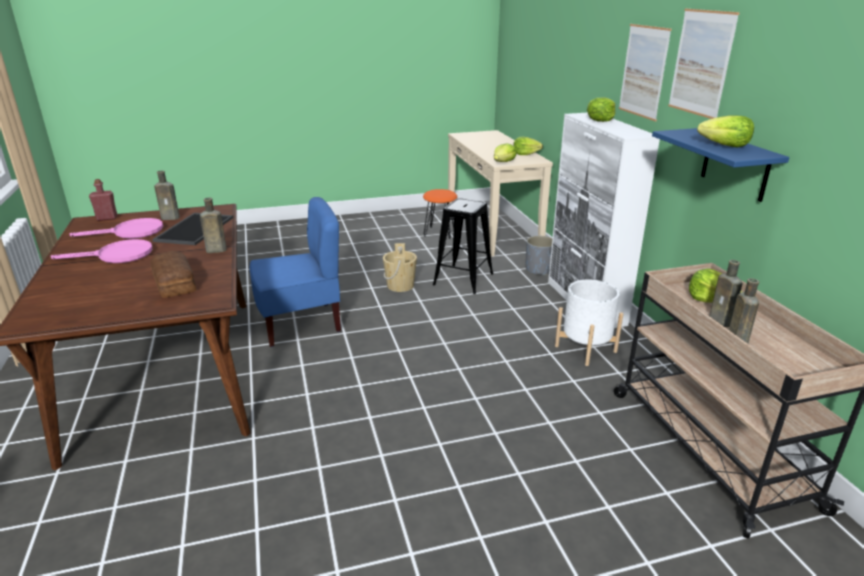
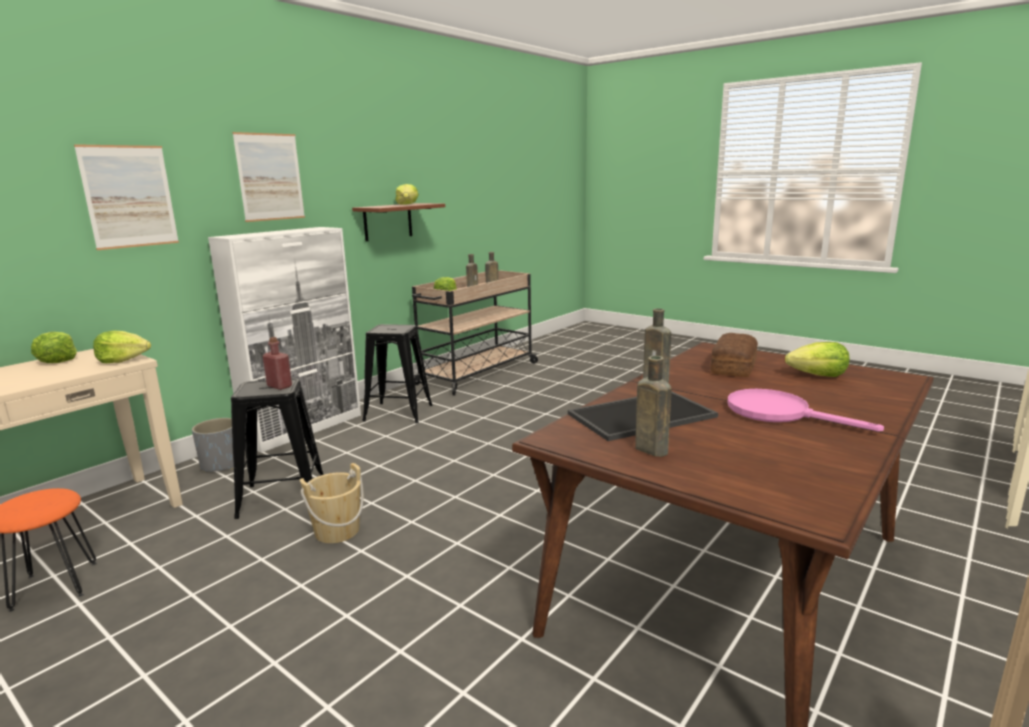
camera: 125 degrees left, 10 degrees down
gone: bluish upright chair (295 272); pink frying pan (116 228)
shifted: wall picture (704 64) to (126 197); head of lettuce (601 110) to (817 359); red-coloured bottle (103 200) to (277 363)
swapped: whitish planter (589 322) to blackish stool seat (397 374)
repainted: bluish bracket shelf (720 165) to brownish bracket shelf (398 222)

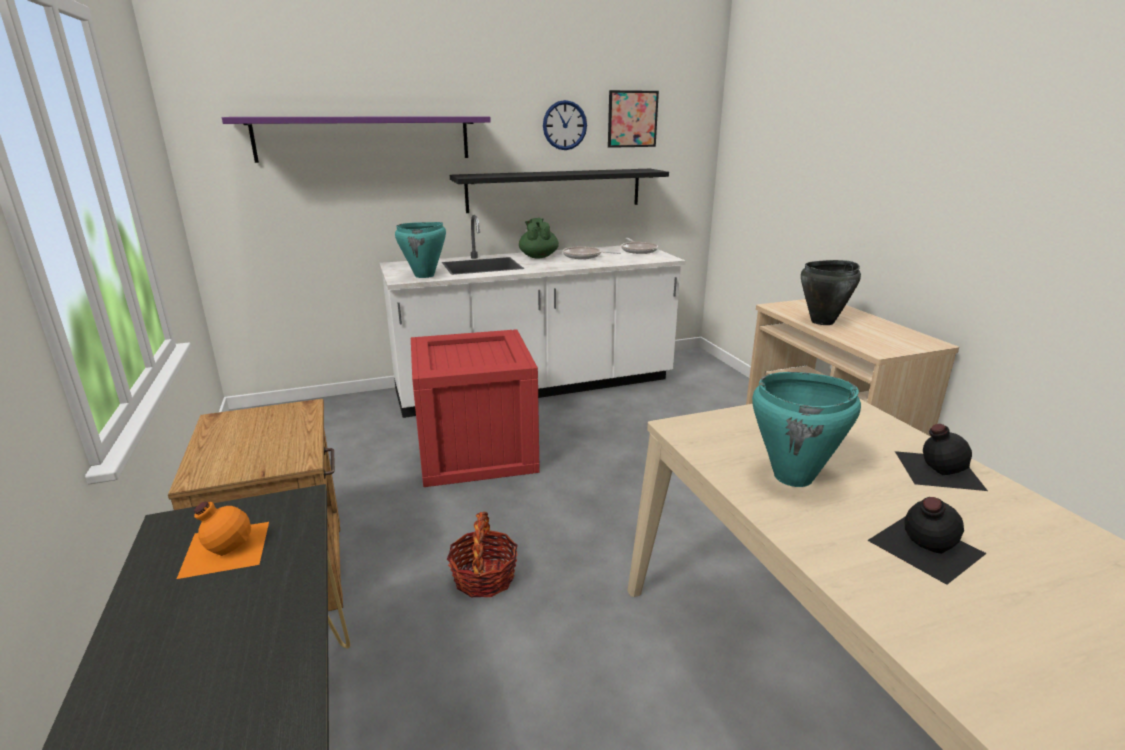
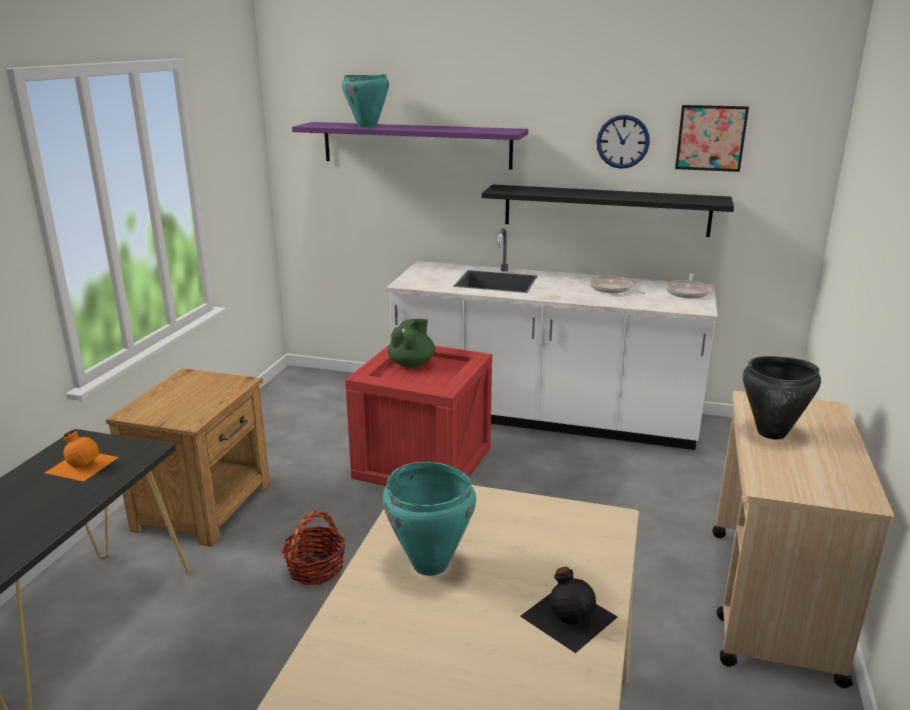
camera: 35 degrees right, 0 degrees up
gone: blackish bottle (927 541)
shifted: greenish teapot (539 238) to (411 343); turquoise-coloured stockpot (420 250) to (365 101)

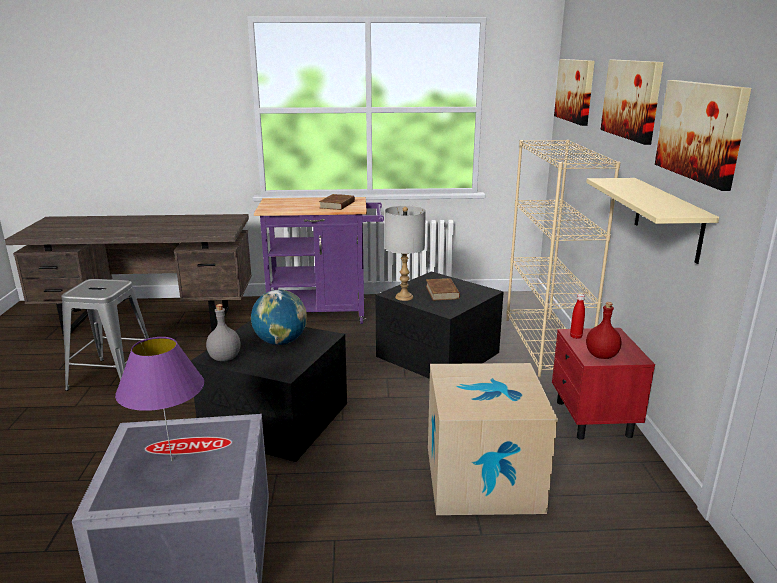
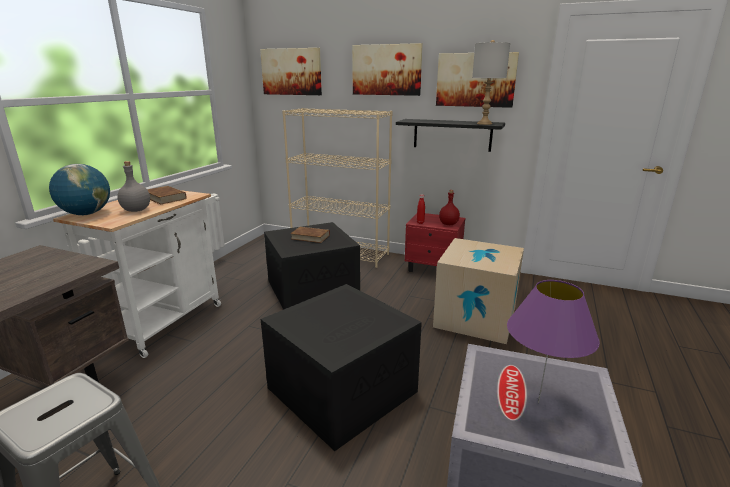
camera: 65 degrees left, 0 degrees up
shifted: grey lamp for a table (405 253) to (491 82); desk globe (279 317) to (79 189); grey bottle (223 332) to (133 186)
repainted: beige-coloured bracket shelf (652 221) to blackish bracket shelf (450 135); purple-coloured trolley (319 260) to whitish trolley (137 274)

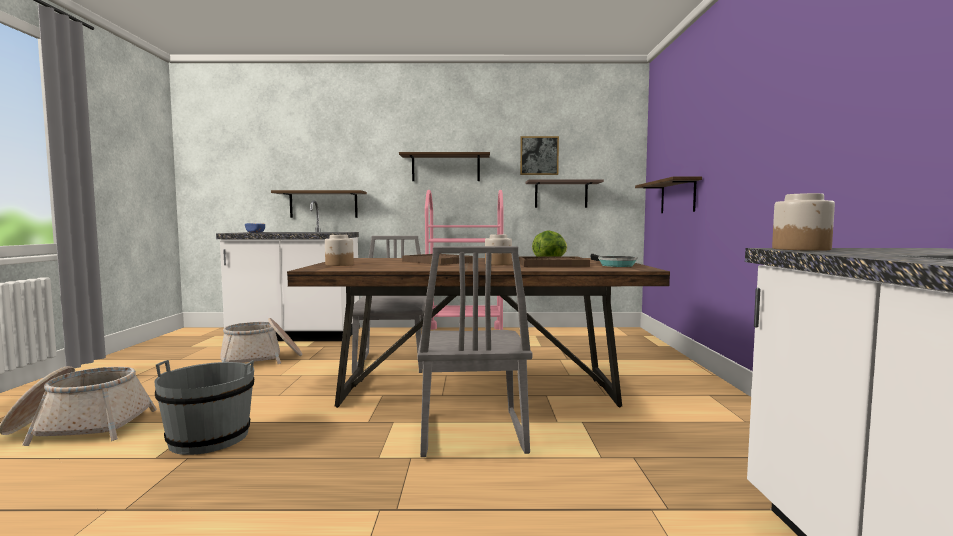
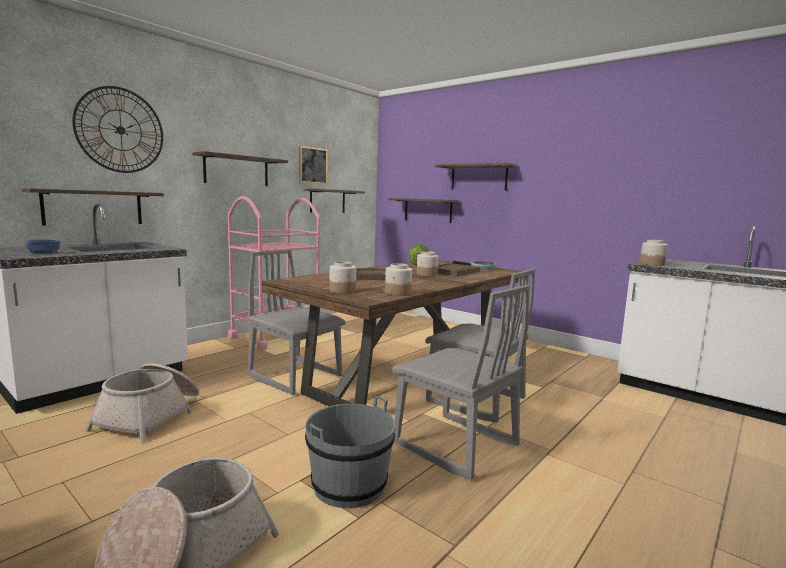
camera: 50 degrees left, 5 degrees up
new: hanging clock (117 129); bracket shelf (476 176); storage jar (398 279); grey upright chair (461 382)

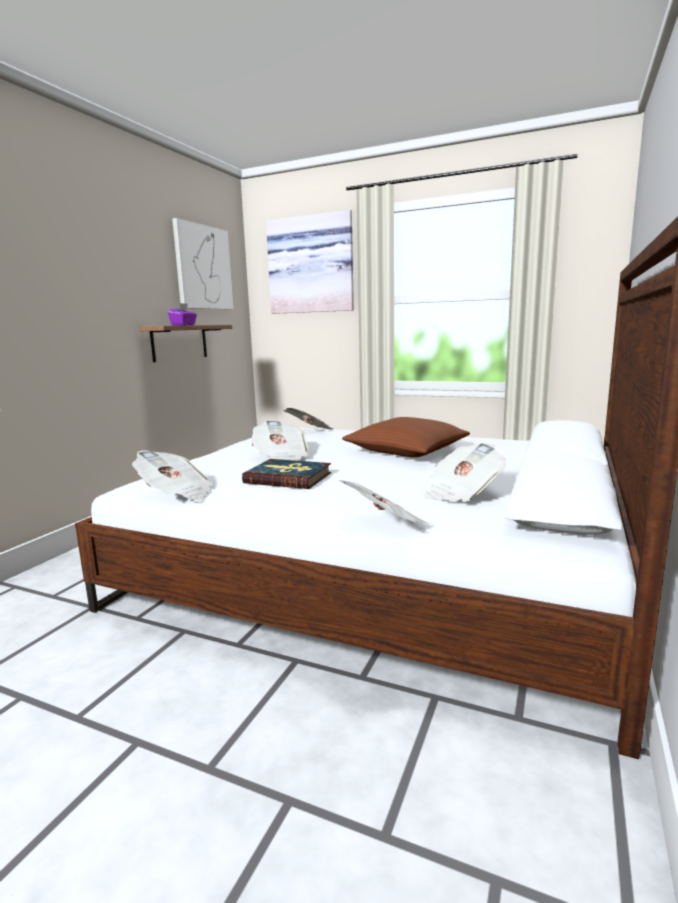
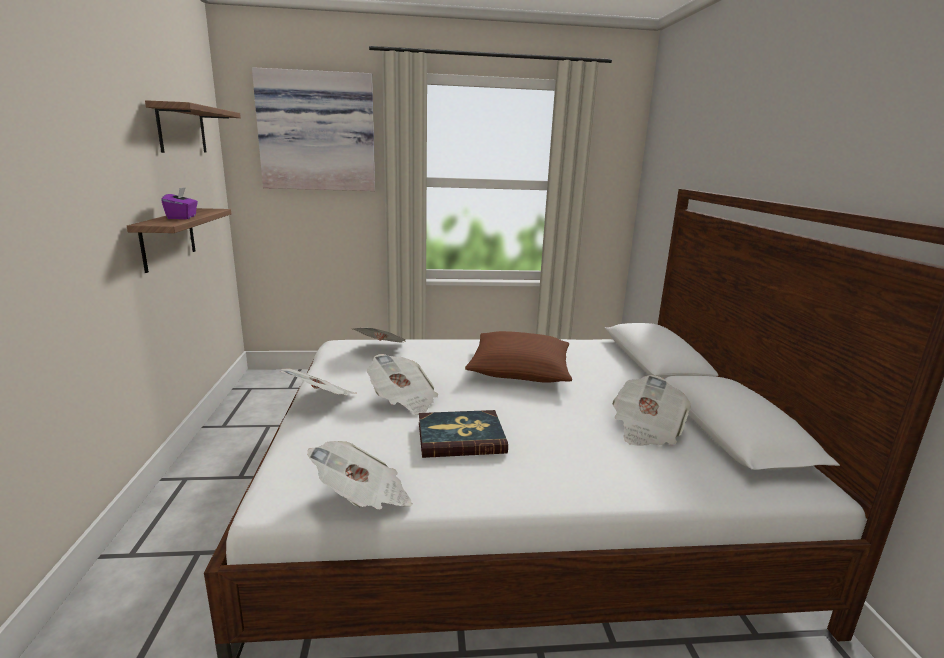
camera: 30 degrees left, 5 degrees up
shifted: daily paper (385 502) to (318 382)
swapped: wall picture (203 263) to bracket shelf (193 126)

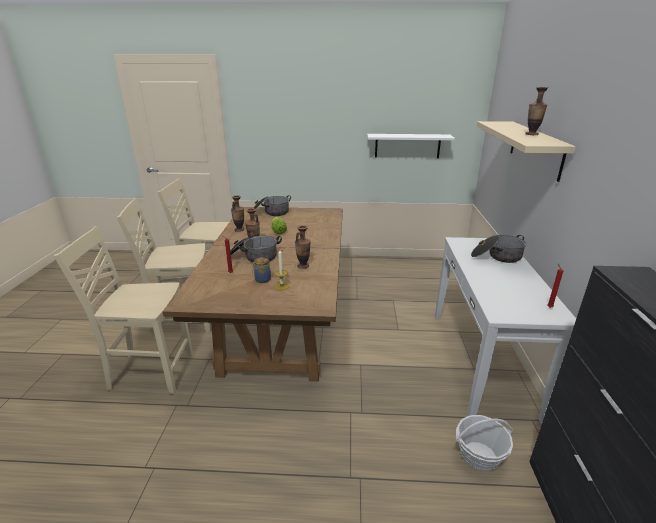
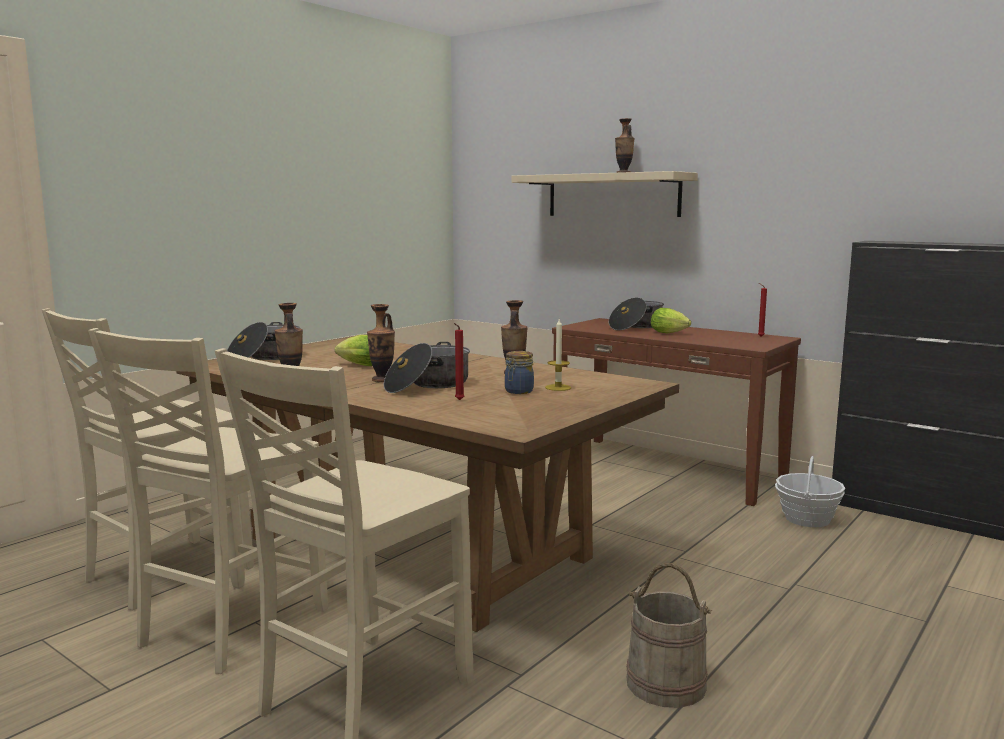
camera: 55 degrees left, 15 degrees down
gone: whitish bracket shelf (411 146)
new: head of lettuce (671 320); beige-coloured pail (669 635)
repainted: whitish hall table (505 330) to brownish hall table (676 412)

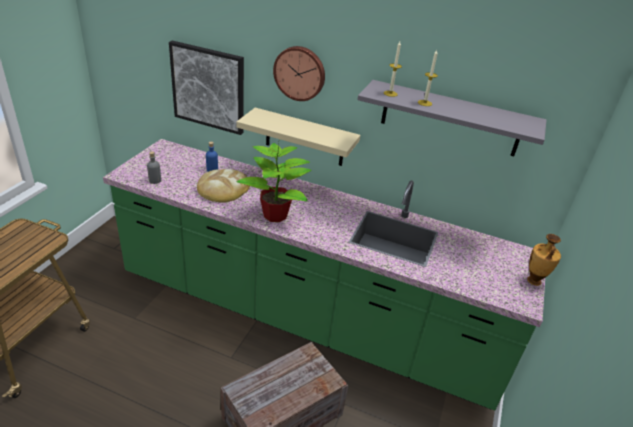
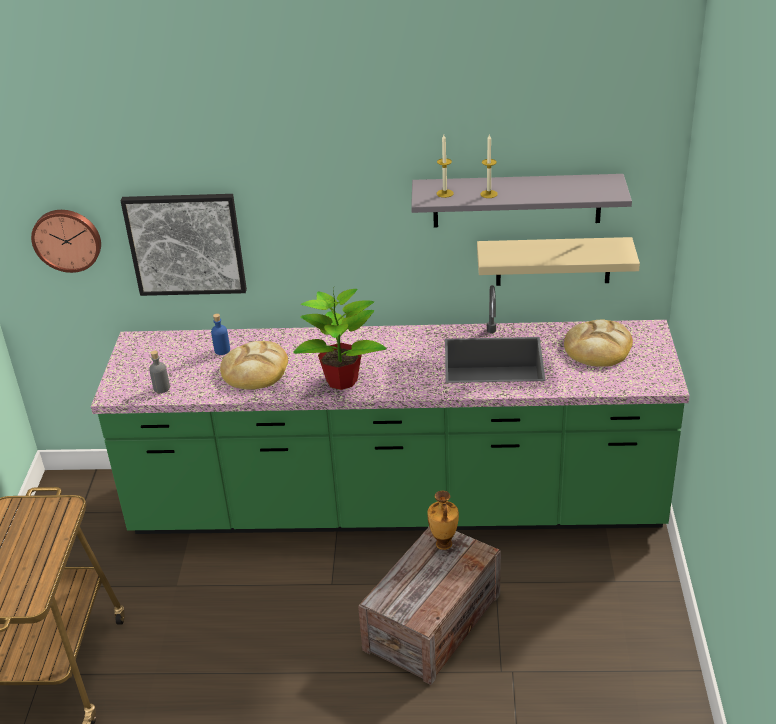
camera: 15 degrees left, 0 degrees up
new: bread (598 343)
shifted: hanging clock (299 73) to (66 241); beige-coloured bracket shelf (298 137) to (558 261); flower vase (544 260) to (443 520)

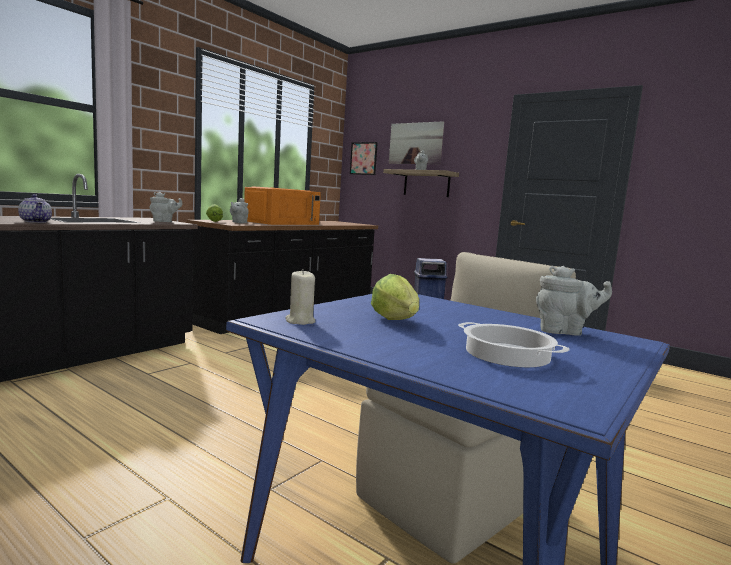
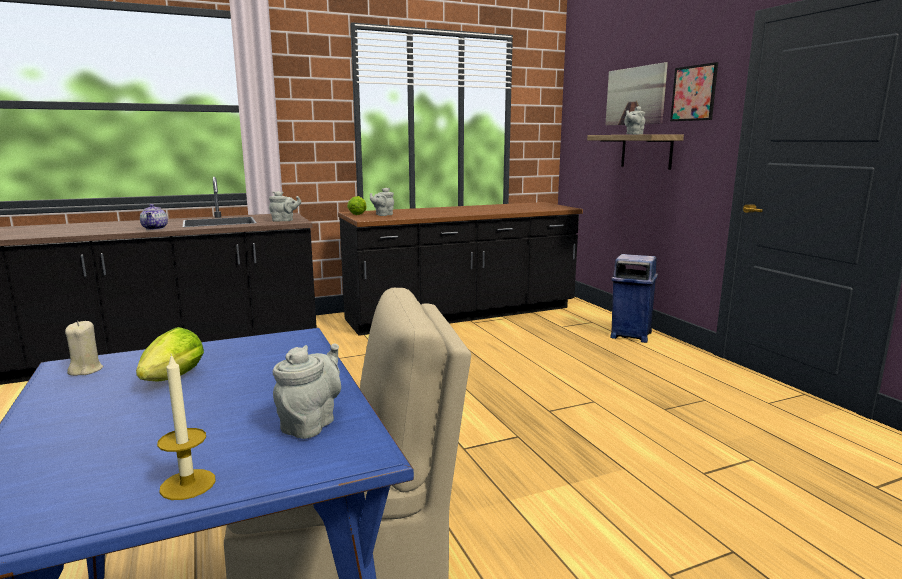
camera: 30 degrees right, 5 degrees up
gone: orange-coloured microwave (282 205); stockpot (513 344)
new: wax light (186 427)
shifted: wall picture (364 158) to (694 91)
rotated: grey teapot (574 301) = (306 391) 105 degrees counterclockwise

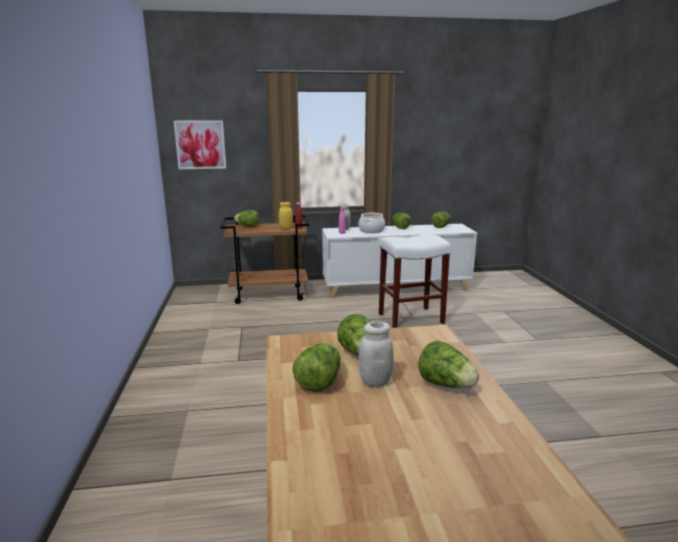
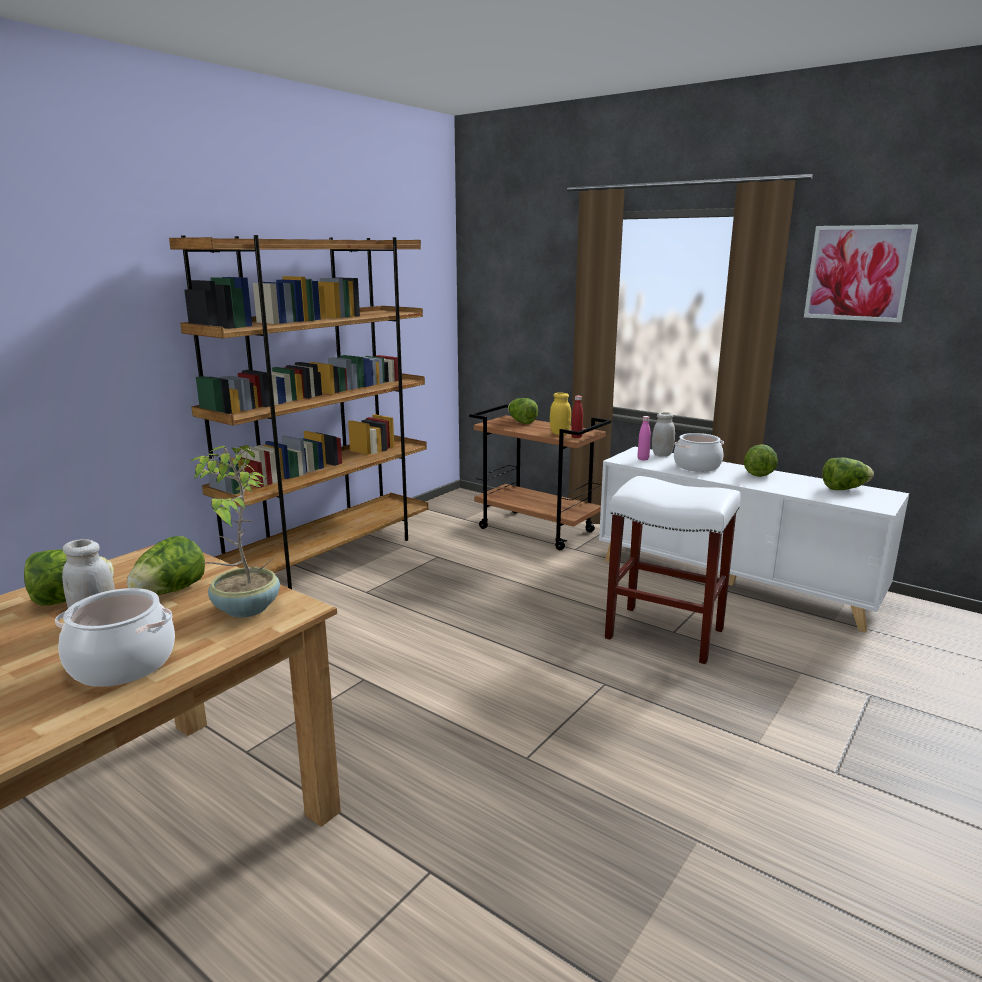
camera: 45 degrees right, 0 degrees up
new: brownish shelving unit (298 412); potted plant (234 531)
shifted: wall picture (200 144) to (861 273)
swapped: head of lettuce (448 364) to stockpot (115 637)

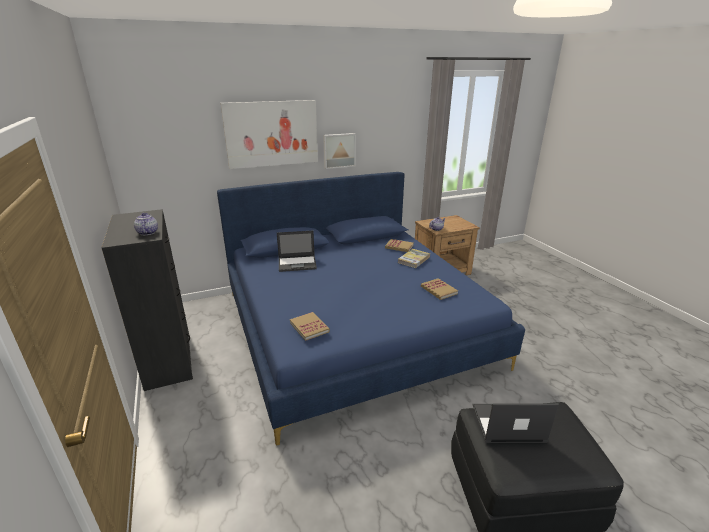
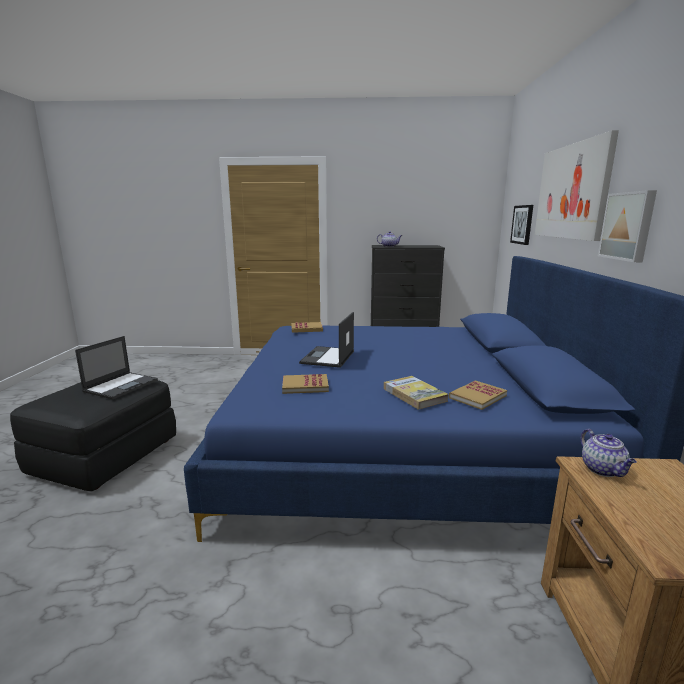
camera: 115 degrees right, 10 degrees down
new: wall picture (521 225)
shifted: notebook computer (297 251) to (326 340)

